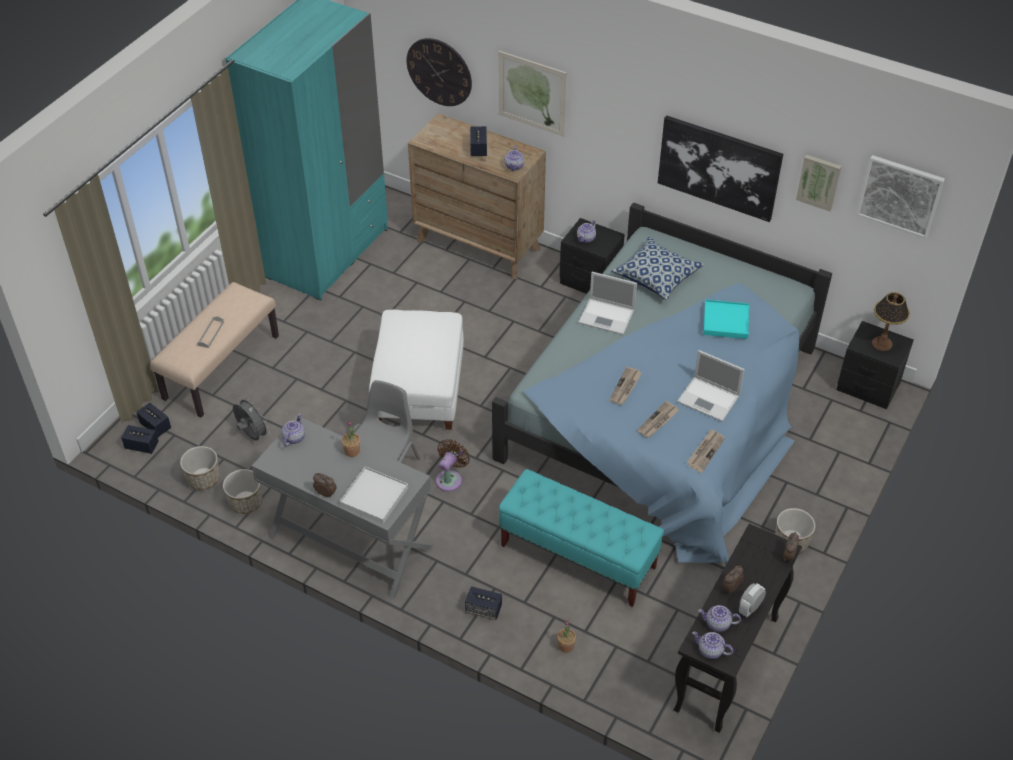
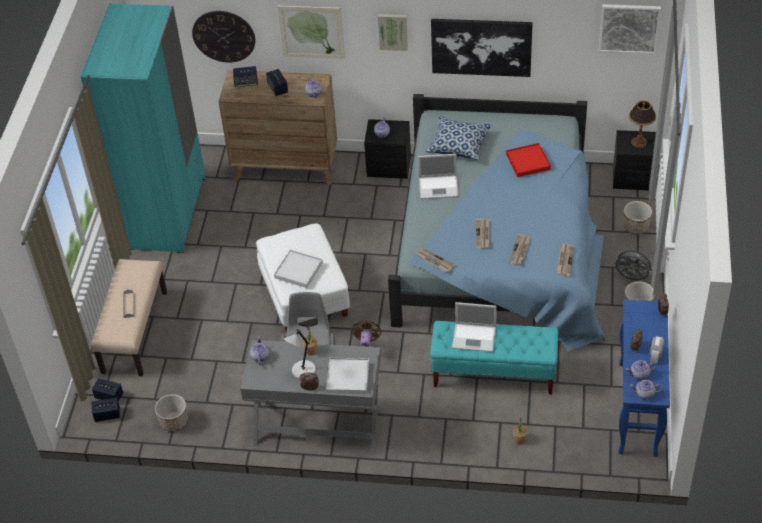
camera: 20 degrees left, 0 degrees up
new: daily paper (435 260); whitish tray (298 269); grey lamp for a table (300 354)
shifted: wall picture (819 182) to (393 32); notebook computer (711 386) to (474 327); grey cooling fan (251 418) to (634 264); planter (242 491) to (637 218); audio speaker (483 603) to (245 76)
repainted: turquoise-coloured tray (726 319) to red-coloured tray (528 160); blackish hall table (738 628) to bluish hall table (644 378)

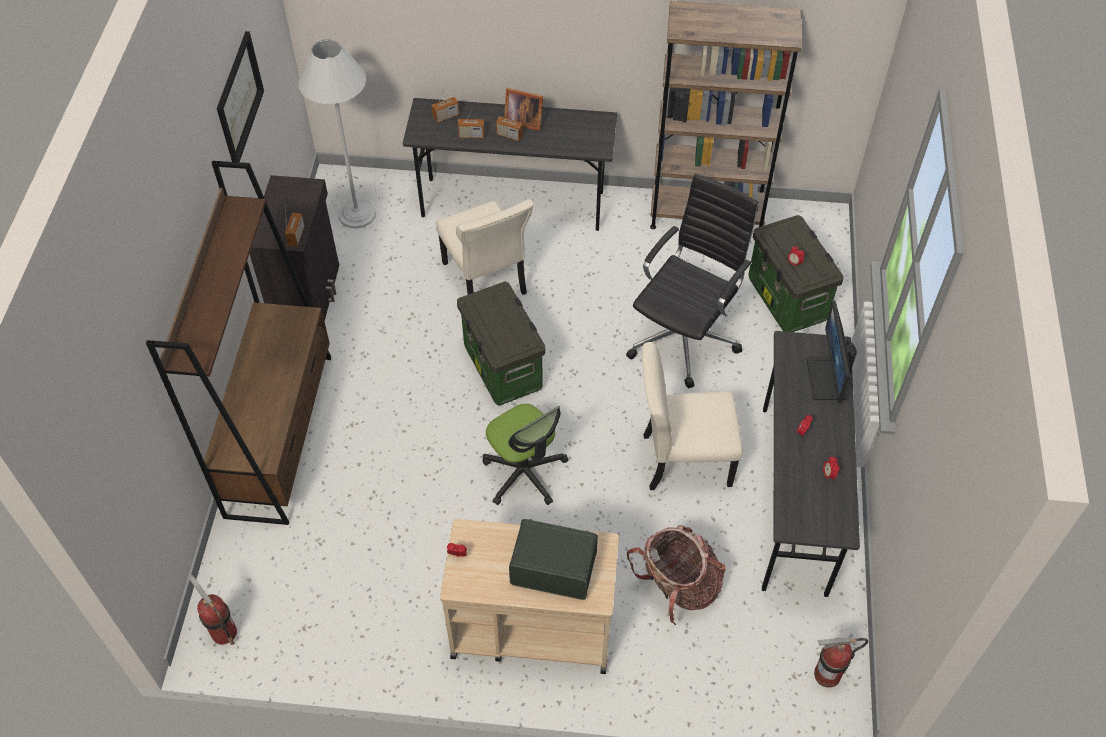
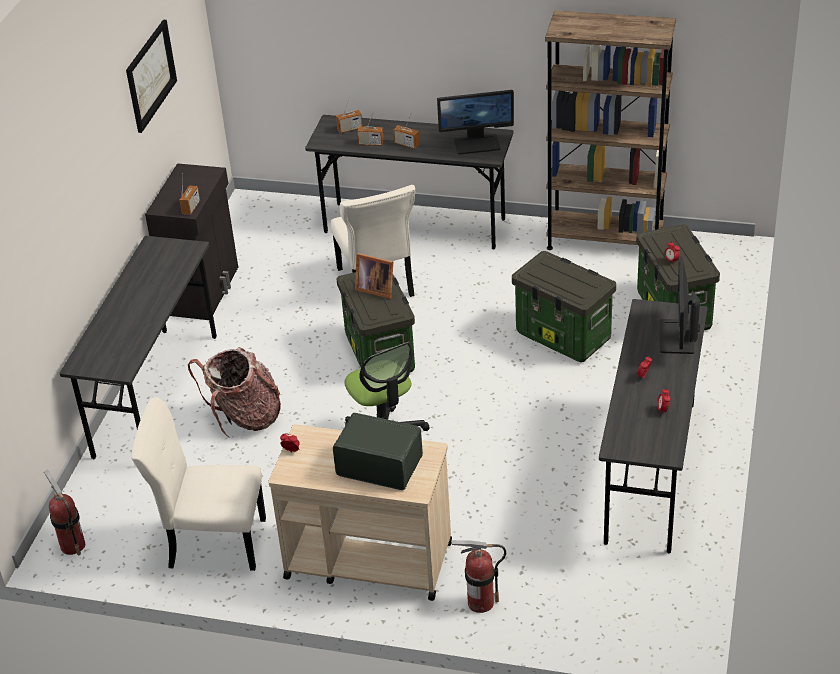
camera: 10 degrees right, 15 degrees down
gone: whitish floor lamp (337 133)
new: monitor (475 122)
shifted: standing frame (523 109) to (374 276); beige-coloured upright chair (692 416) to (198 484); backpack (676 575) to (234 392); fire-fighting cylinder (841 662) to (478 576)
swapped: brownish shelving unit (238 343) to grey desk unit (138 347); blackish computer chair (692 281) to storage bin (564 306)

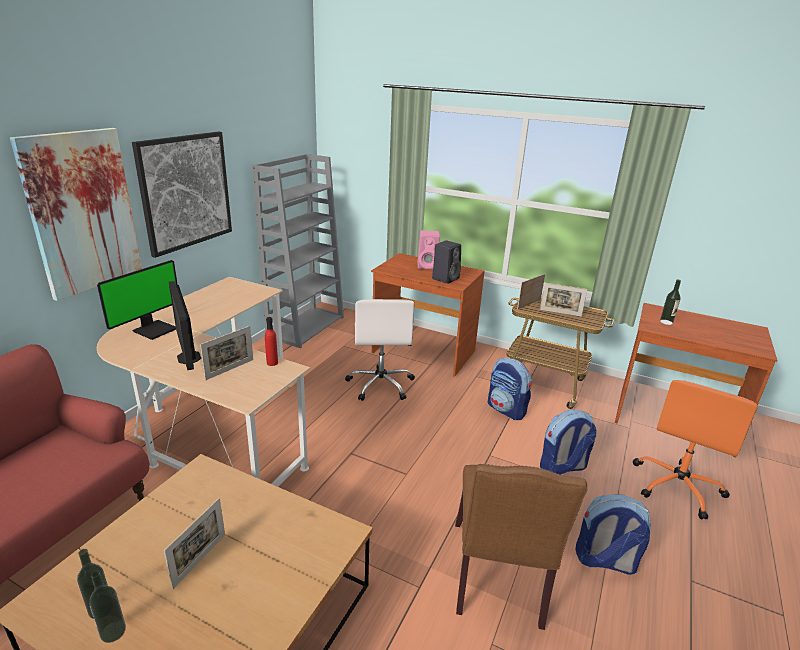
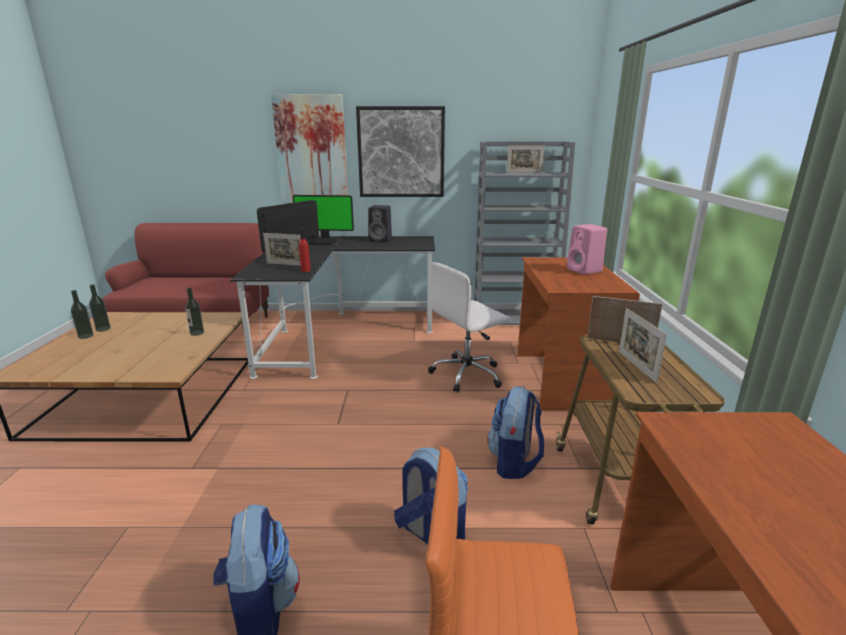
camera: 65 degrees right, 5 degrees down
gone: brownish upright chair (521 547)
shifted: blackish audio speaker (446 262) to (380 223); bottle (670 302) to (194 312); standing frame (194 543) to (525 159)
repainted: beige-coloured desk unit (203 382) to blackish desk unit (332 307)

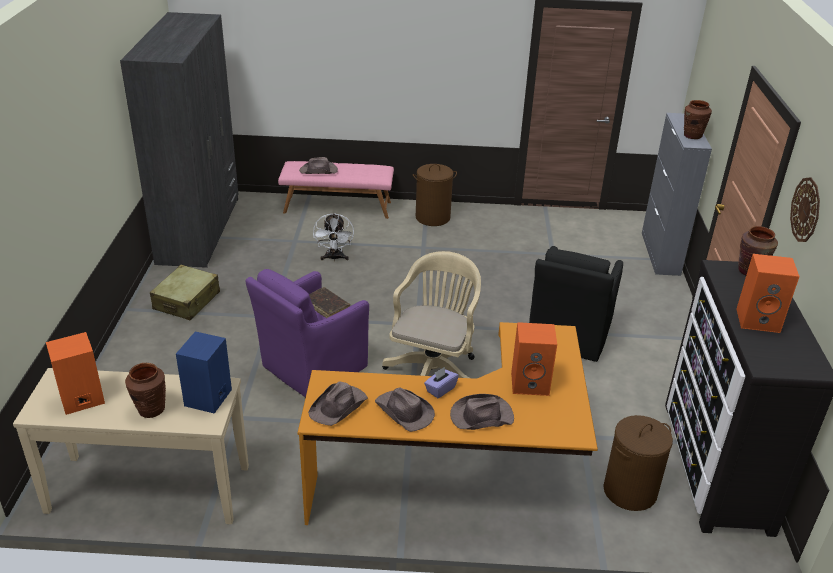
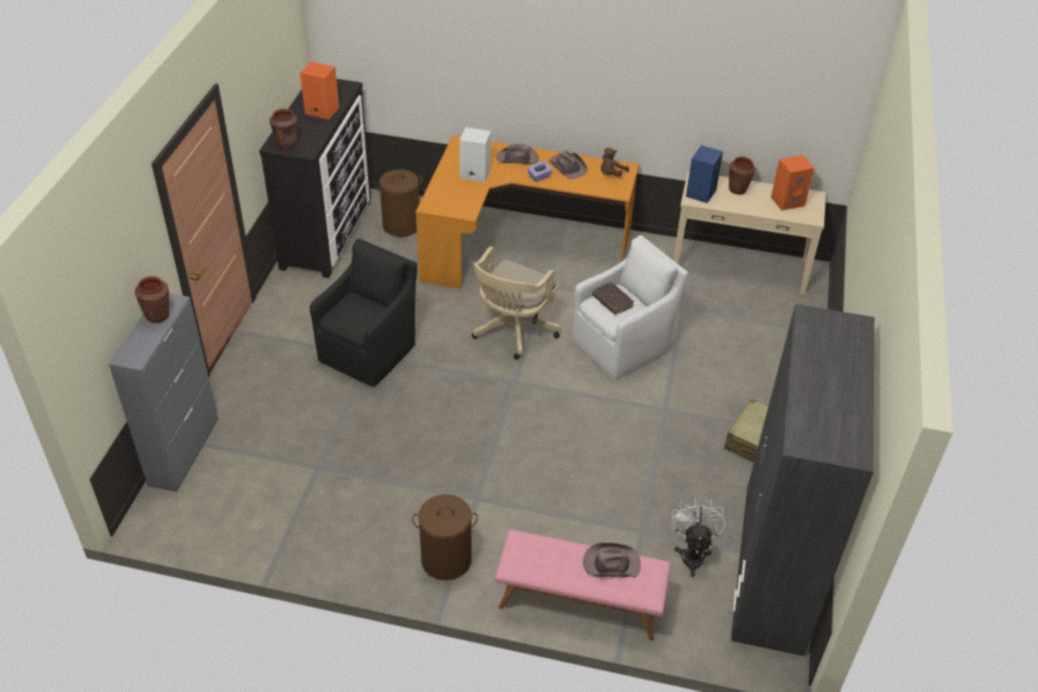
camera: 170 degrees left, 10 degrees up
gone: hanging clock (805 209)
shifted: whitish cooling fan (333 237) to (699 537)
swapped: brownish wearable hat (338 404) to brownish cuddly toy (615 162)
repainted: purple-coloured easy chair (307 333) to whitish easy chair (630 307); orange-coloured audio speaker (534 359) to whitish audio speaker (475 154)

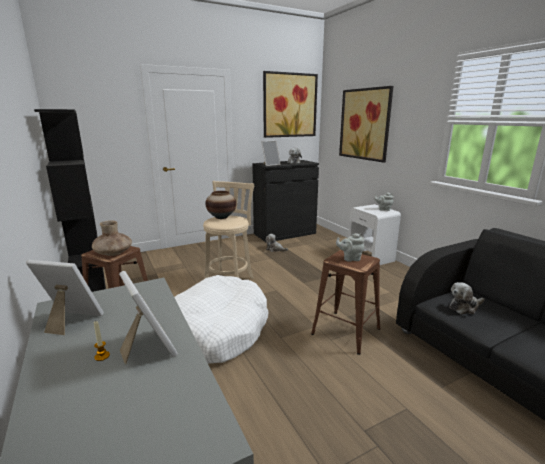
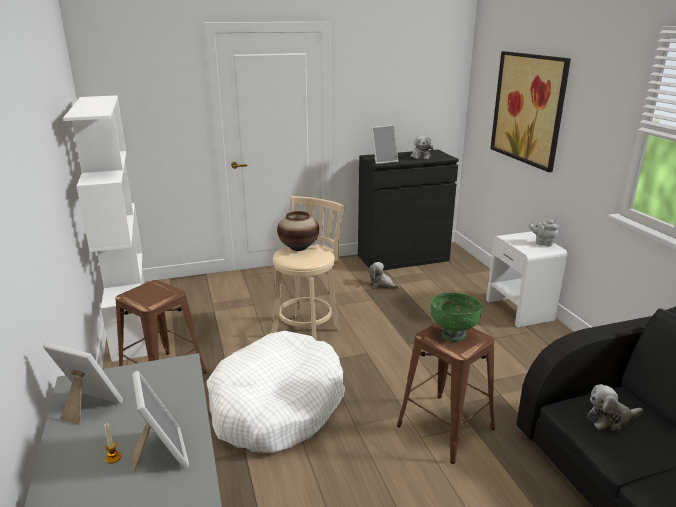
camera: 10 degrees right, 5 degrees up
gone: wall picture (290 104); brownish flower vase (112 238)
swapped: grey teapot (350 247) to greenish serving bowl (456 317)
repainted: blackish shelving unit (70 200) to whitish shelving unit (105 228)

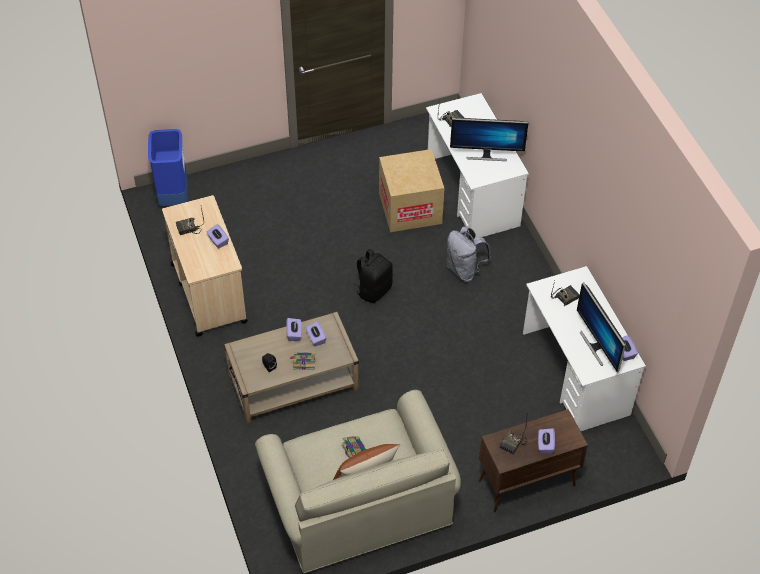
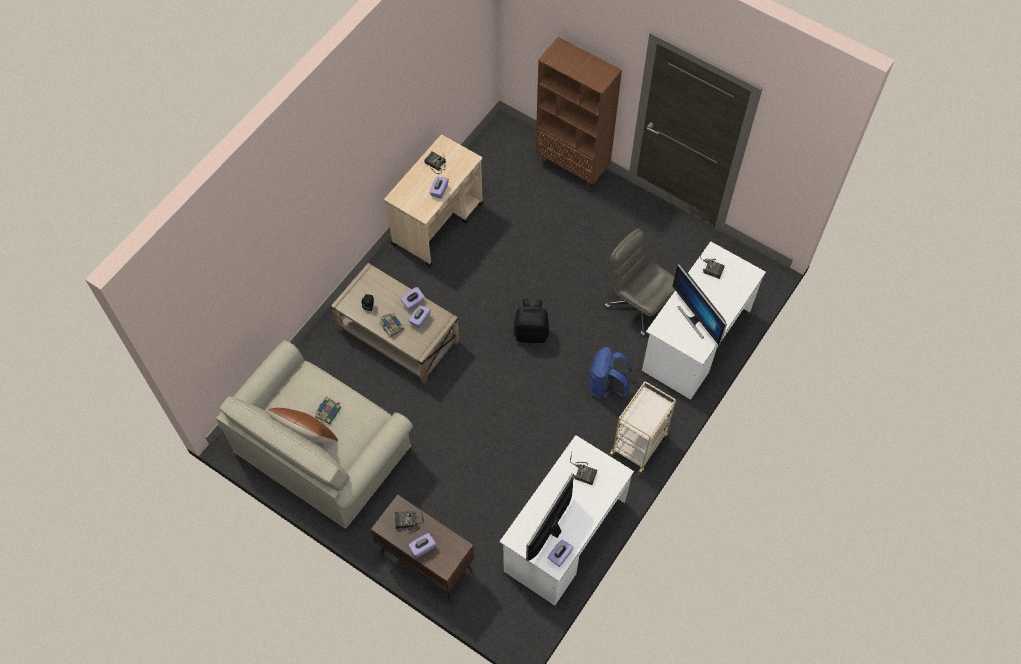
camera: 55 degrees right, 10 degrees up
gone: bluish rubbish bin (168 167)
new: brownish shelving unit (579 113); beige-coloured trolley (642 428)
swapped: carton (412 190) to grey computer chair (639 282)
repainted: grey backpack (468 254) to bluish backpack (610 372)

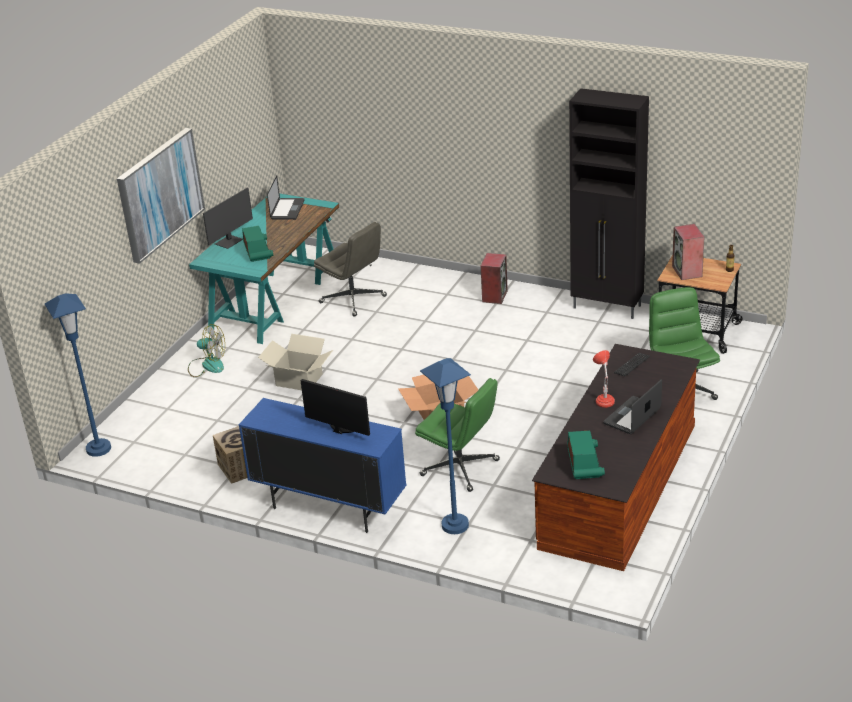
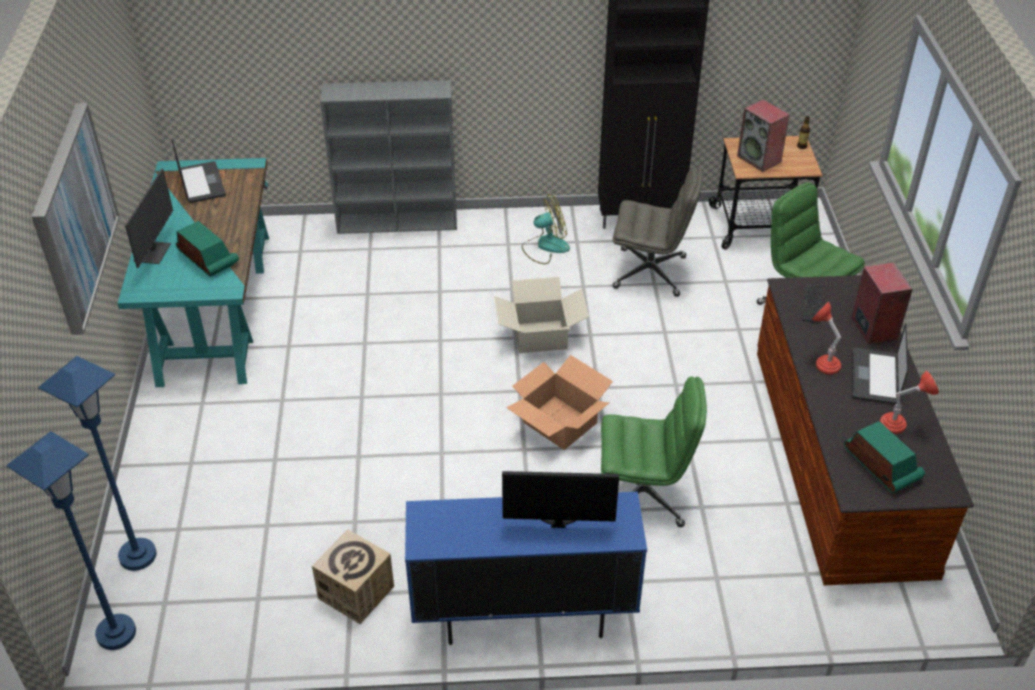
camera: 30 degrees left, 10 degrees up
new: grey shelving unit (388 157); red-coloured lamp for a table (909 402)
shifted: grey computer chair (350 269) to (657 232); audio speaker (494 278) to (882 303); cooling fan (206 350) to (546 229); carton (295 362) to (541 315); bluish floor lamp (445 446) to (97 463)

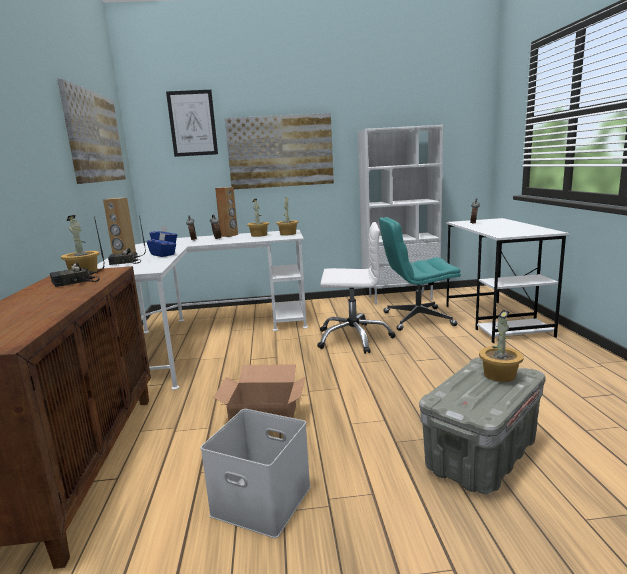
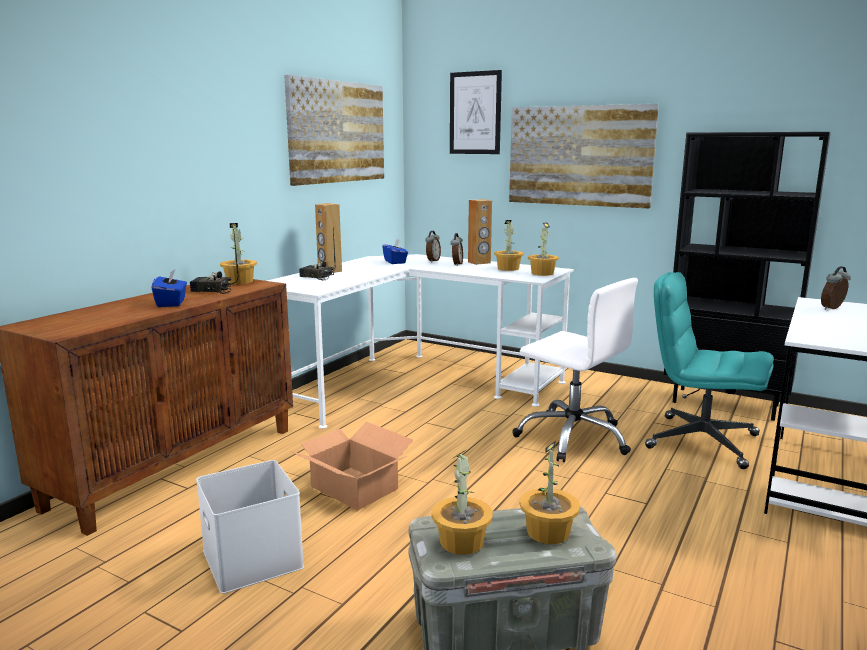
camera: 35 degrees right, 0 degrees up
new: potted plant (462 502)
shifted: bluish box of tissues (161 245) to (169 287)
repainted: whitish shelving unit (400 215) to blackish shelving unit (747 276)

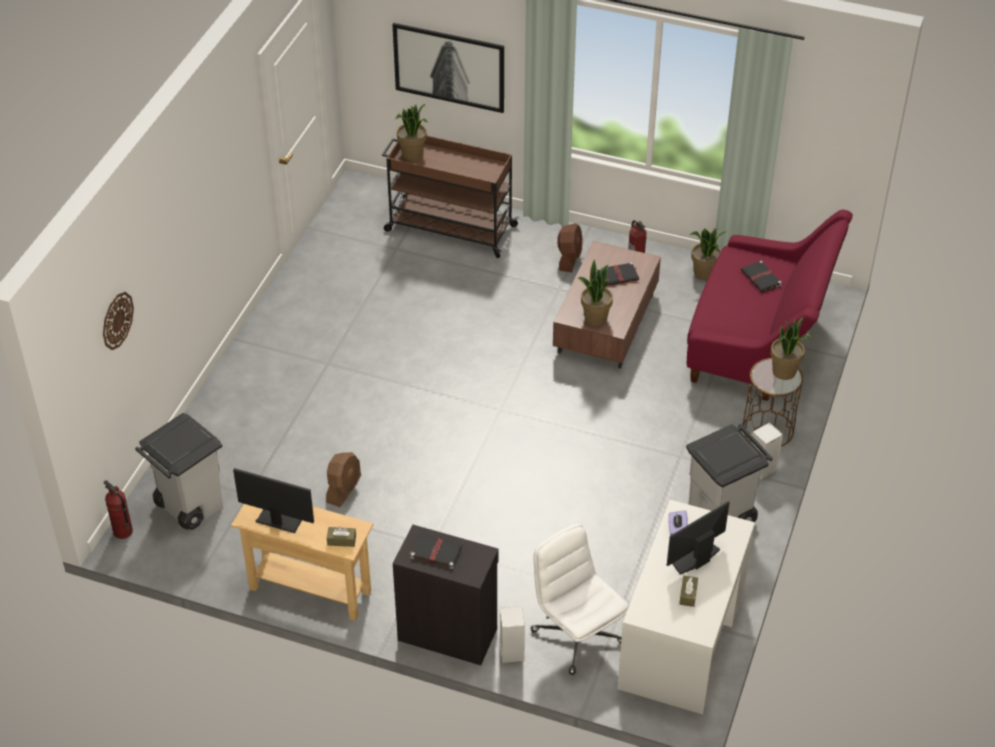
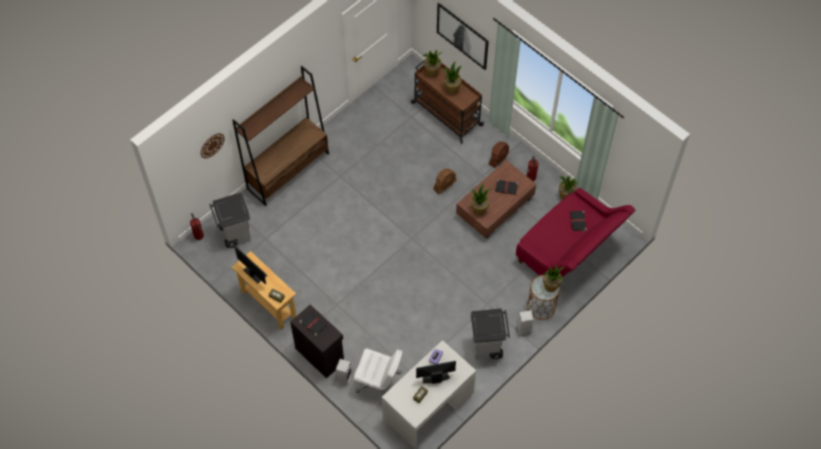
camera: 25 degrees right, 15 degrees up
new: potted plant (453 78); brownish shelving unit (280 136)
shifted: brownish cooling fan (343 479) to (445 181)
rotated: whitish computer chair (580 599) = (378 371) 120 degrees clockwise

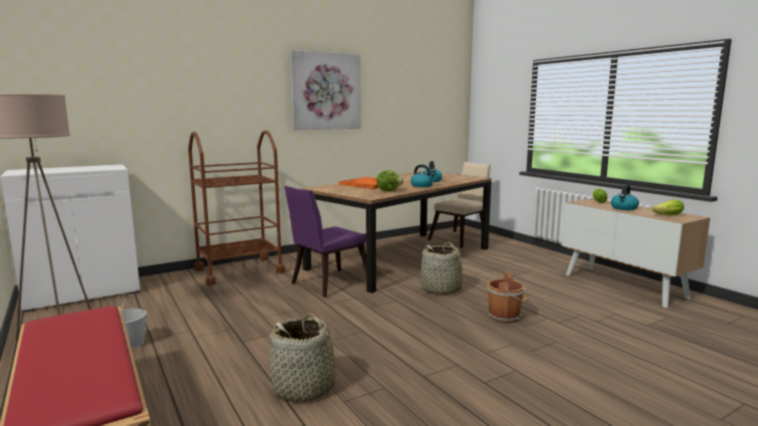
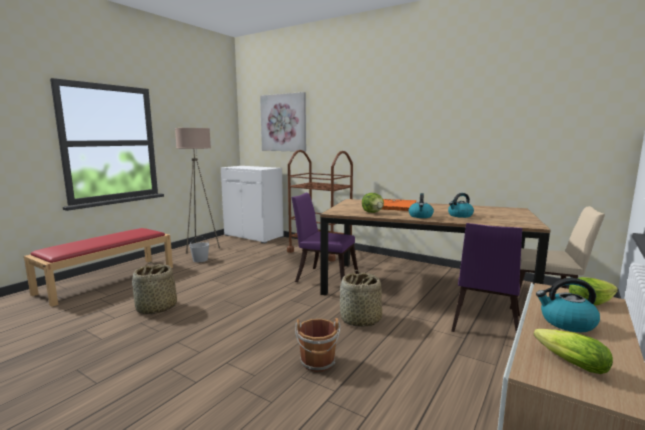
camera: 65 degrees right, 0 degrees up
new: purple-coloured upright chair (486 277)
shifted: wall picture (325 90) to (283 122)

